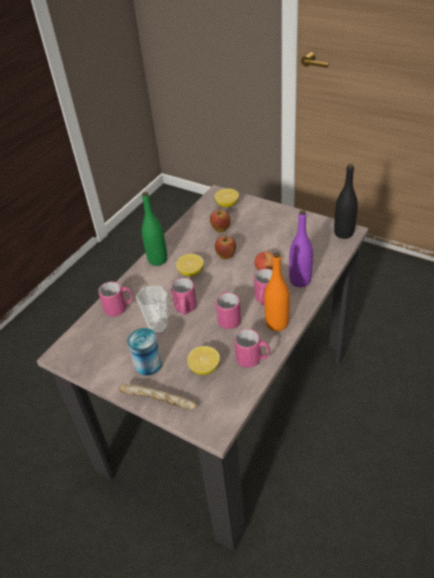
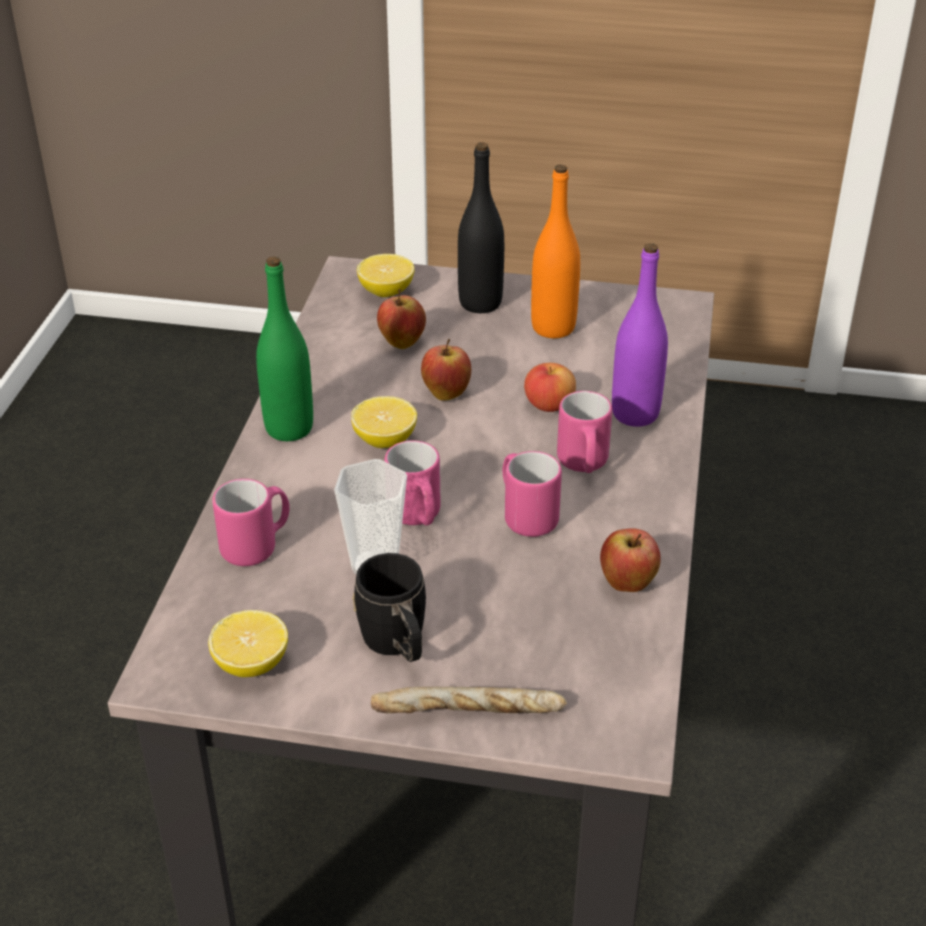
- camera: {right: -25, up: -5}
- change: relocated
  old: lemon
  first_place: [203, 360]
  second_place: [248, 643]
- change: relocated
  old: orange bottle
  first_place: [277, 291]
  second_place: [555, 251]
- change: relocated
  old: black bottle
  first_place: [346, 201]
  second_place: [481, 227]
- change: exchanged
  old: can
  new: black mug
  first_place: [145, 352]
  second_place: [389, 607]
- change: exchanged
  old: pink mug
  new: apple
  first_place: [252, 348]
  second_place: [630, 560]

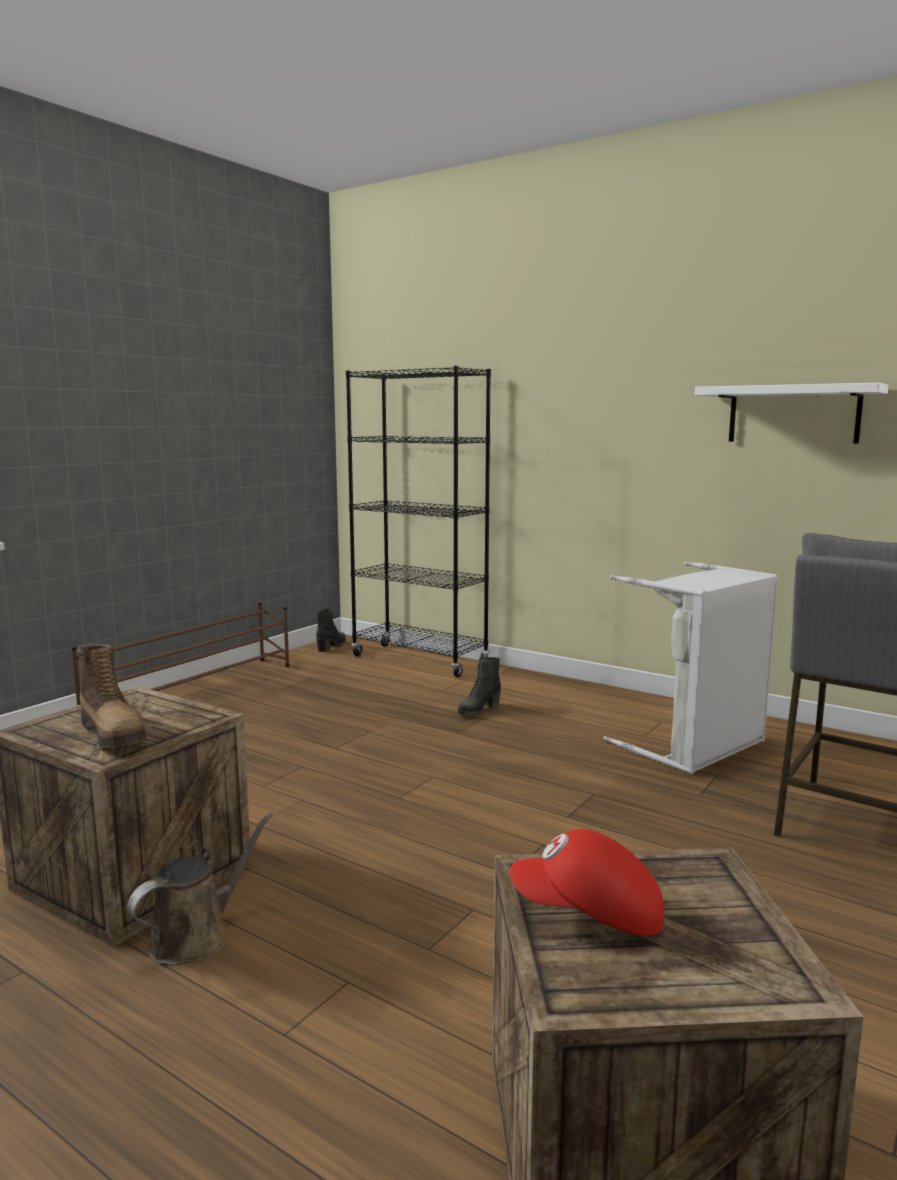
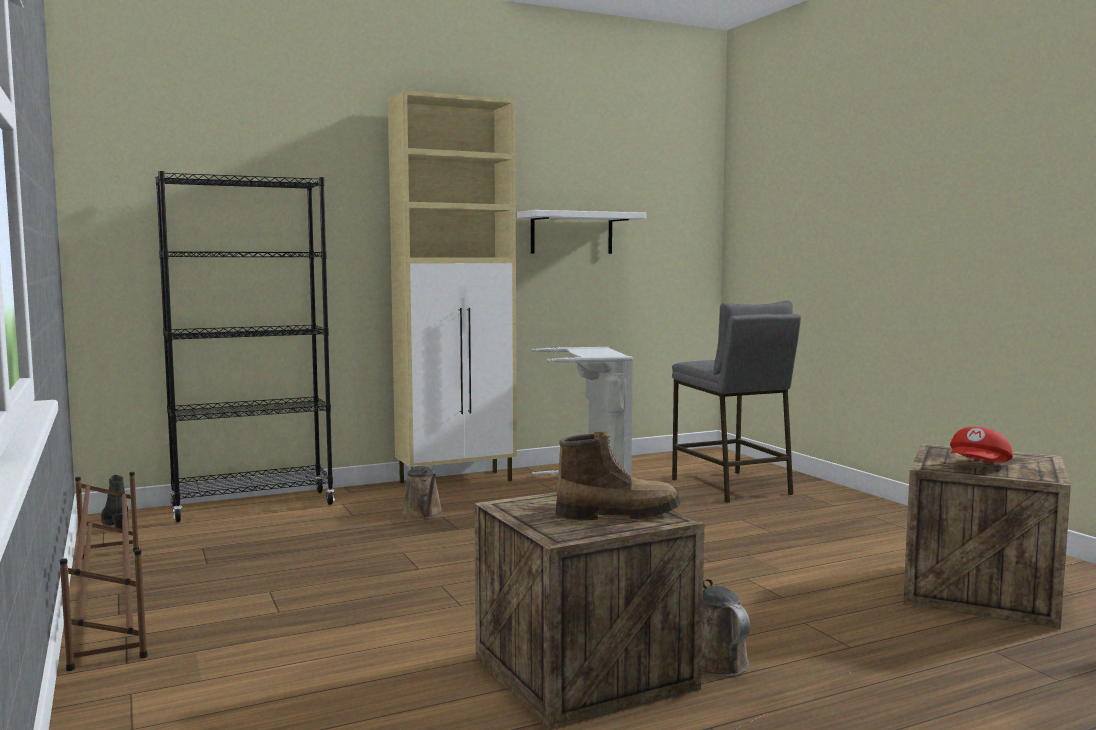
- camera: {right: -60, up: -5}
- change: appeared
  new: beige cabinet
  second_place: [452, 286]
- change: exchanged
  old: black boot
  new: brown watering can
  first_place: [479, 686]
  second_place: [422, 492]

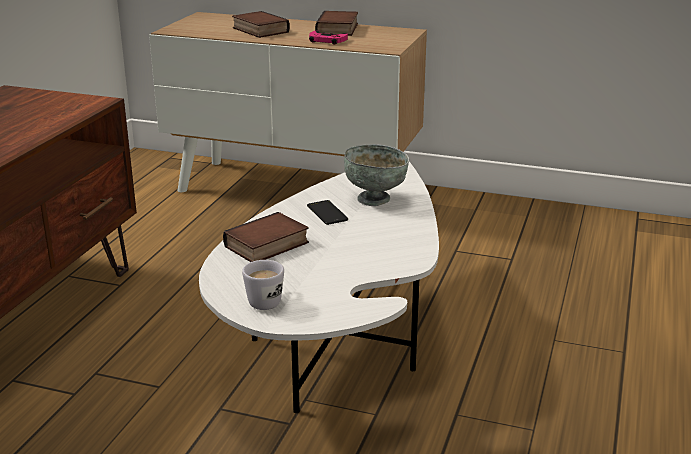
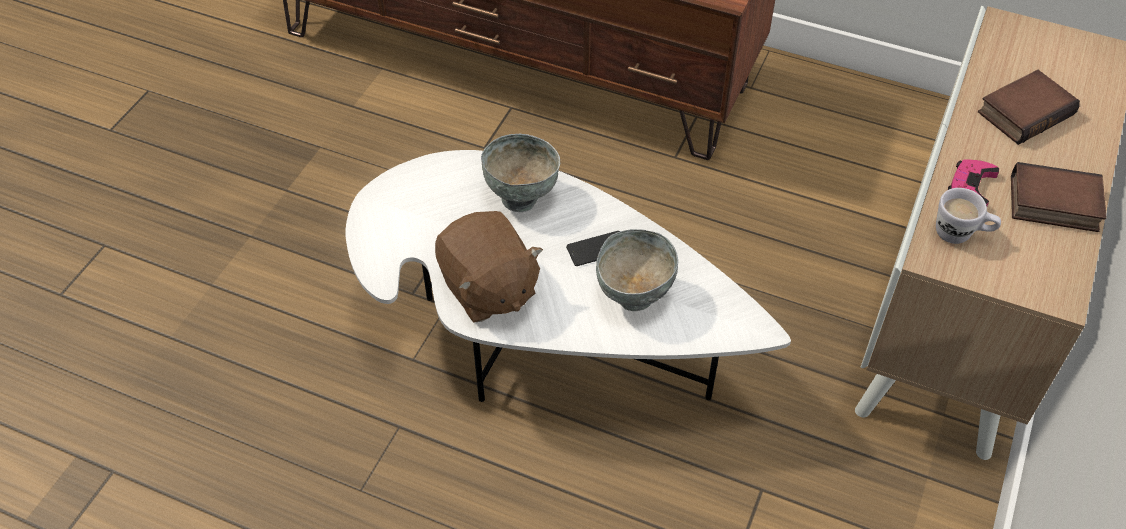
- camera: {right: 95, up: 25}
- change: appeared
  new: brown plush toy
  second_place: [489, 267]
- change: relocated
  old: white mug
  first_place: [263, 285]
  second_place: [968, 216]
- change: exchanged
  old: book
  new: grey bowl
  first_place: [266, 237]
  second_place: [520, 173]

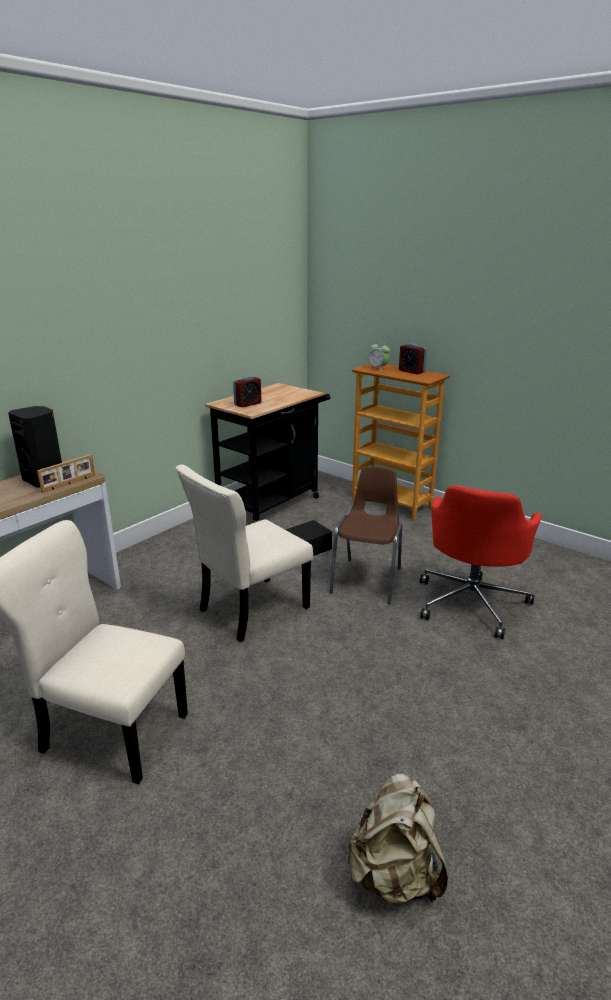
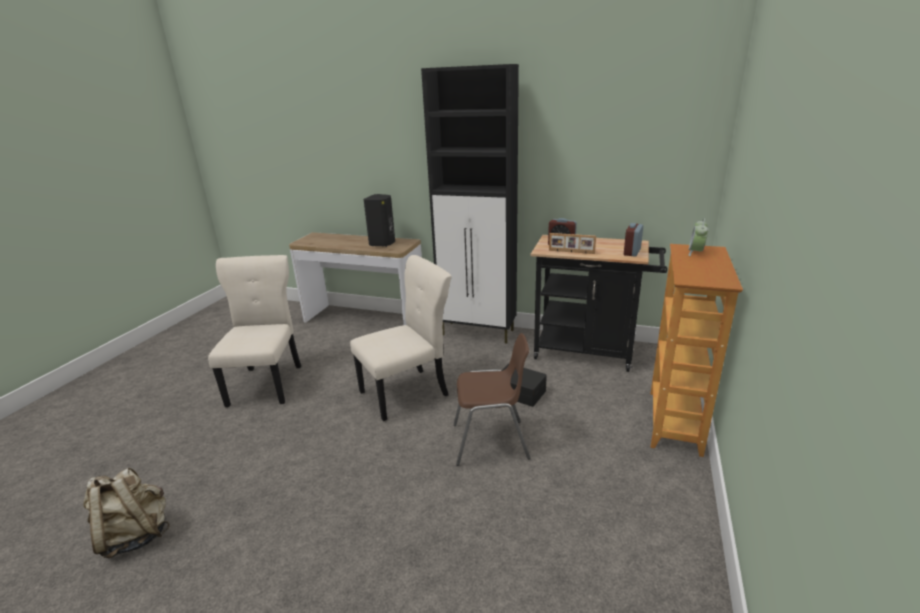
- camera: {right: 70, up: 0}
- change: missing
  old: red office chair
  first_place: [481, 562]
- change: appeared
  new: black cabinet
  second_place: [470, 203]
- change: relocated
  old: picture frame
  first_place: [66, 473]
  second_place: [572, 243]
- change: relocated
  old: alarm clock
  first_place: [413, 358]
  second_place: [633, 240]
- change: spun
  old: beige chair
  first_place: [244, 553]
  second_place: [400, 338]
  degrees: 120

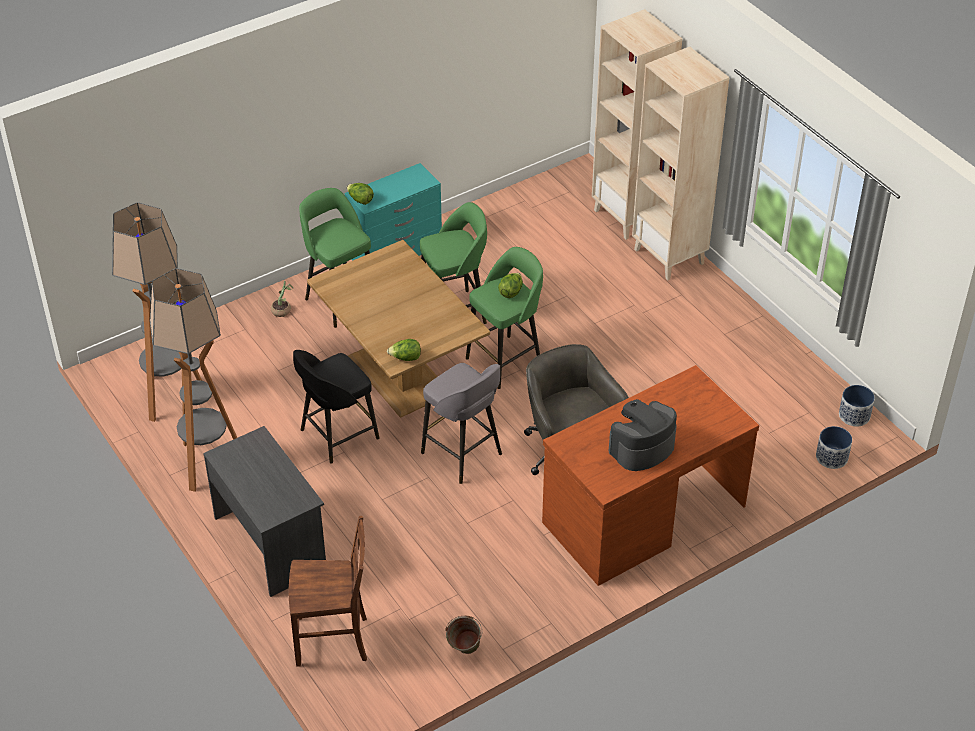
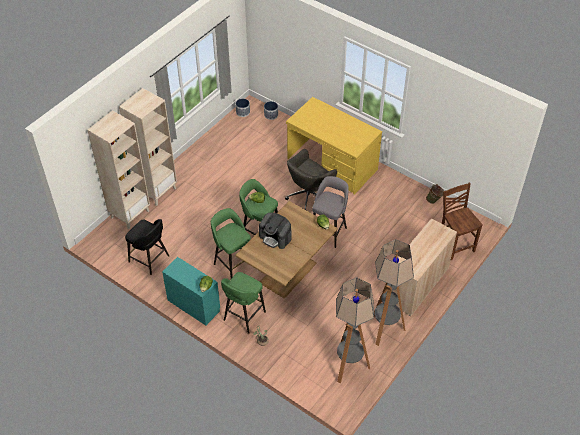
- camera: {right: -110, up: 5}
- change: relocated
  old: black stool
  first_place: [336, 407]
  second_place: [147, 247]
- change: relocated
  old: coffee machine
  first_place: [643, 435]
  second_place: [275, 231]
- change: exchanged
  old: grey desk
  new: beige cabinet
  first_place: [264, 511]
  second_place: [424, 267]
- change: colour
  old: brown desk
  new: yellow desk
  first_place: [650, 475]
  second_place: [334, 146]

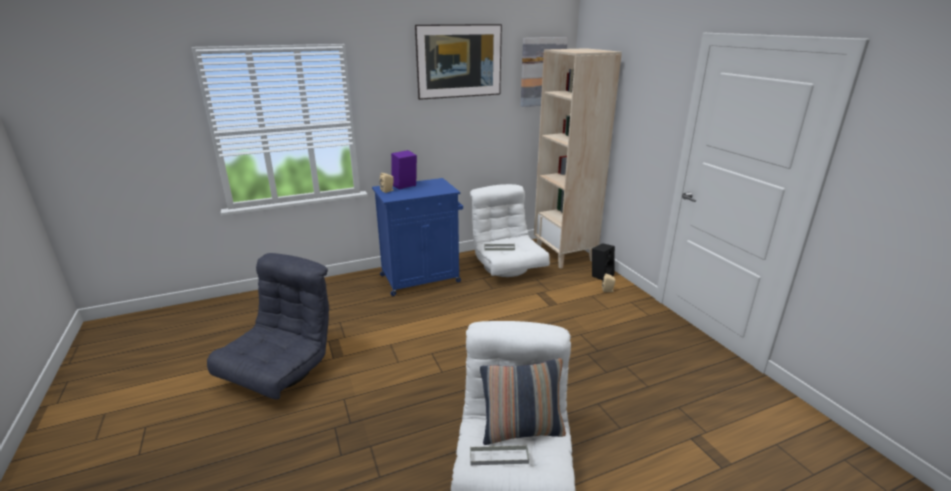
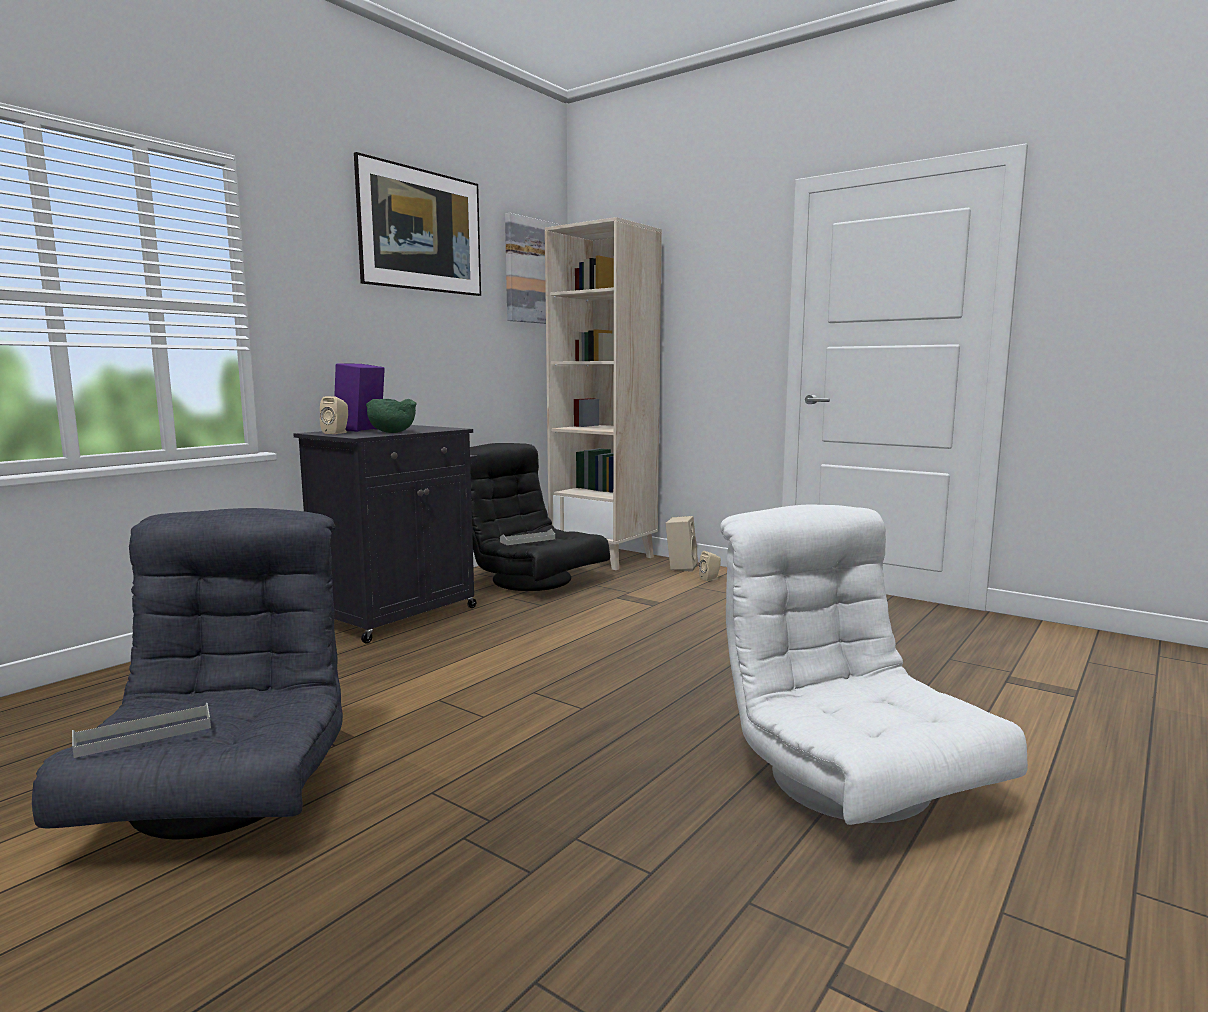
- camera: {right: -30, up: -15}
- change: missing
  old: pillow
  first_place: [523, 401]
- change: appeared
  new: green bowl
  second_place: [391, 416]
- change: relocated
  old: grey tray
  first_place: [499, 455]
  second_place: [141, 730]
- change: colour
  old: blue cabinet
  new: black cabinet
  first_place: [417, 237]
  second_place: [385, 534]
- change: colour
  old: white armchair
  new: black armchair
  first_place: [510, 230]
  second_place: [540, 517]
- change: colour
  old: black speaker
  new: beige speaker
  first_place: [603, 262]
  second_place: [681, 544]

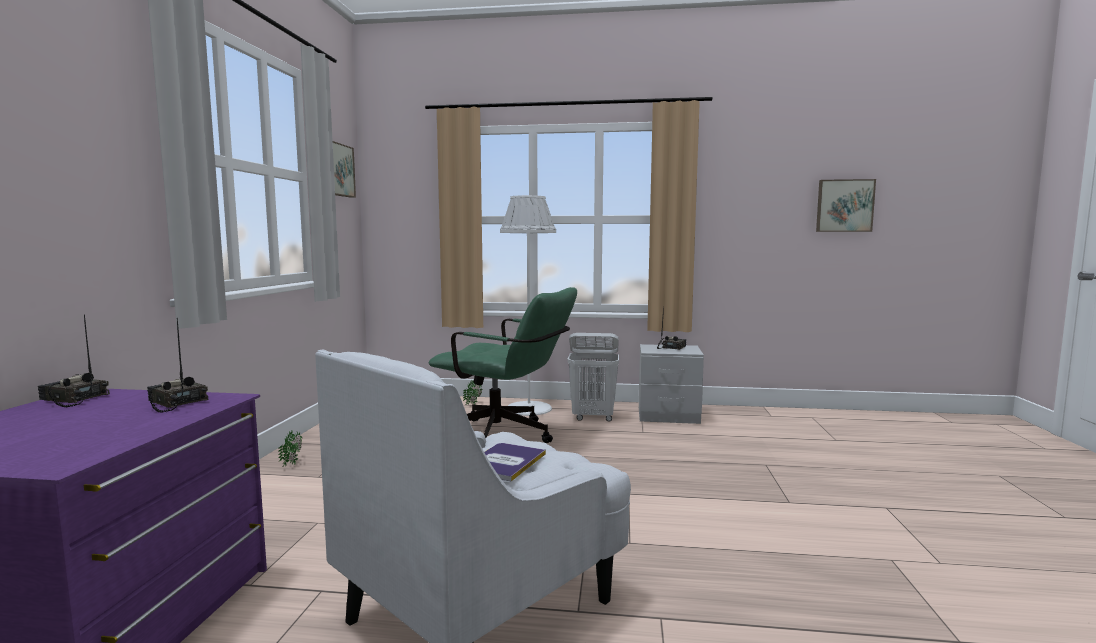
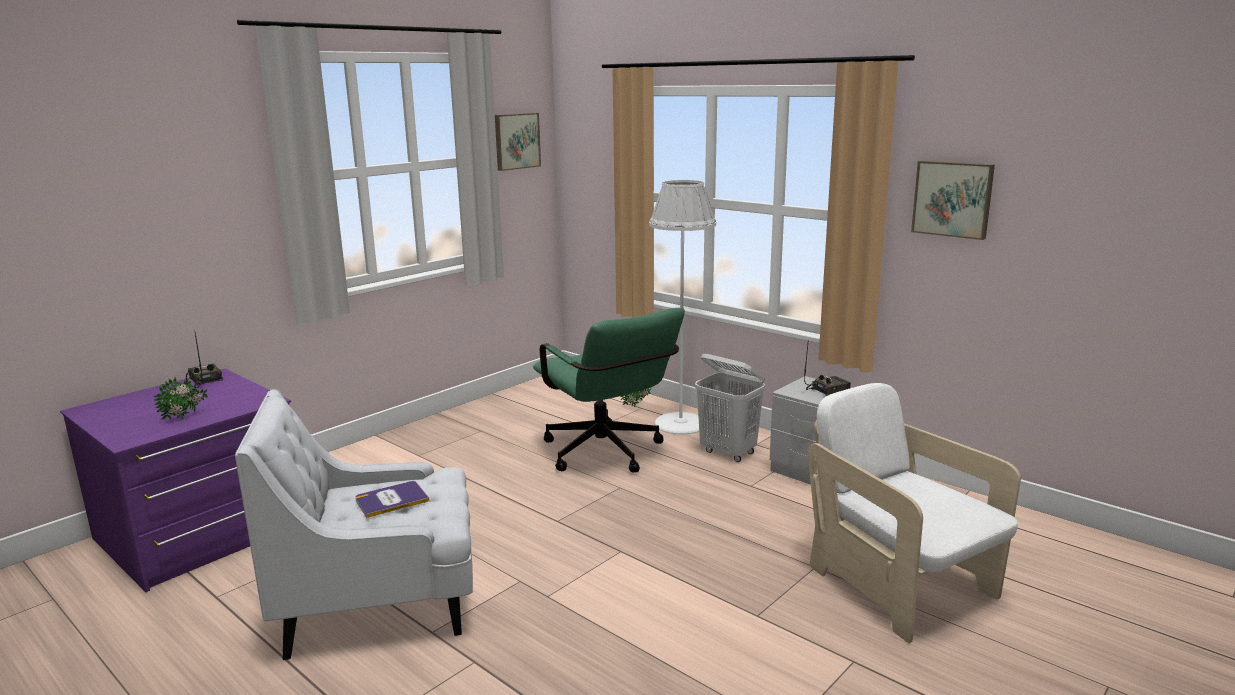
- camera: {right: 35, up: 10}
- change: missing
  old: radio
  first_place: [178, 365]
- change: appeared
  new: white armchair
  second_place: [914, 513]
- change: relocated
  old: potted plant
  first_place: [290, 449]
  second_place: [181, 398]
- change: relocated
  old: picture
  first_place: [846, 205]
  second_place: [953, 200]

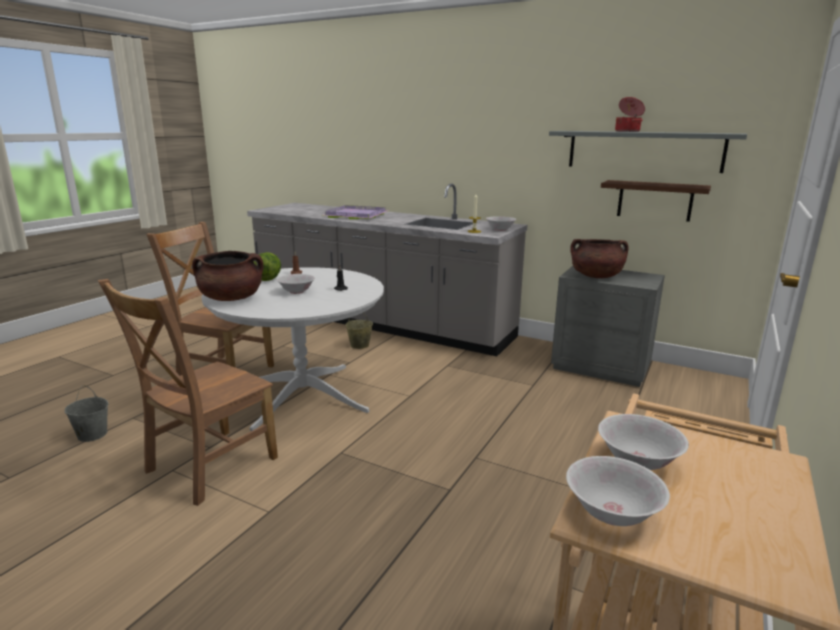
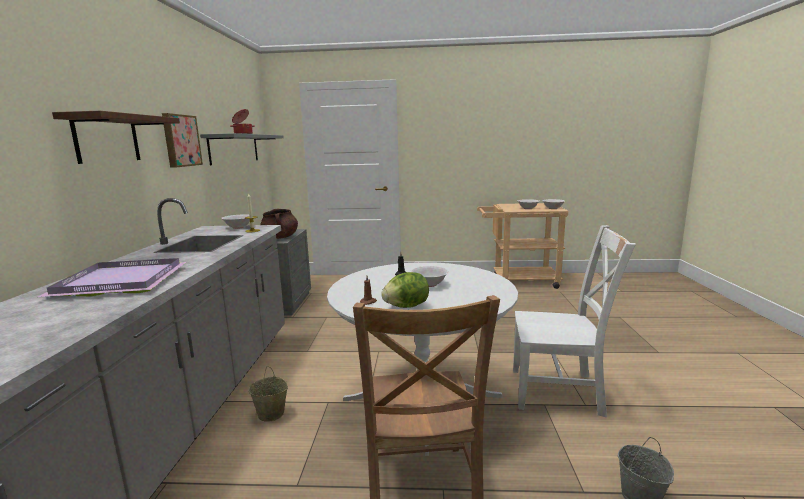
- camera: {right: -115, up: -5}
- change: missing
  old: brown cooking pot
  first_place: [228, 276]
- change: appeared
  new: picture
  second_place: [182, 140]
- change: relocated
  old: brown shelf
  first_place: [656, 201]
  second_place: [116, 137]
- change: colour
  old: brown chair
  new: white chair
  first_place: [188, 392]
  second_place: [574, 321]

